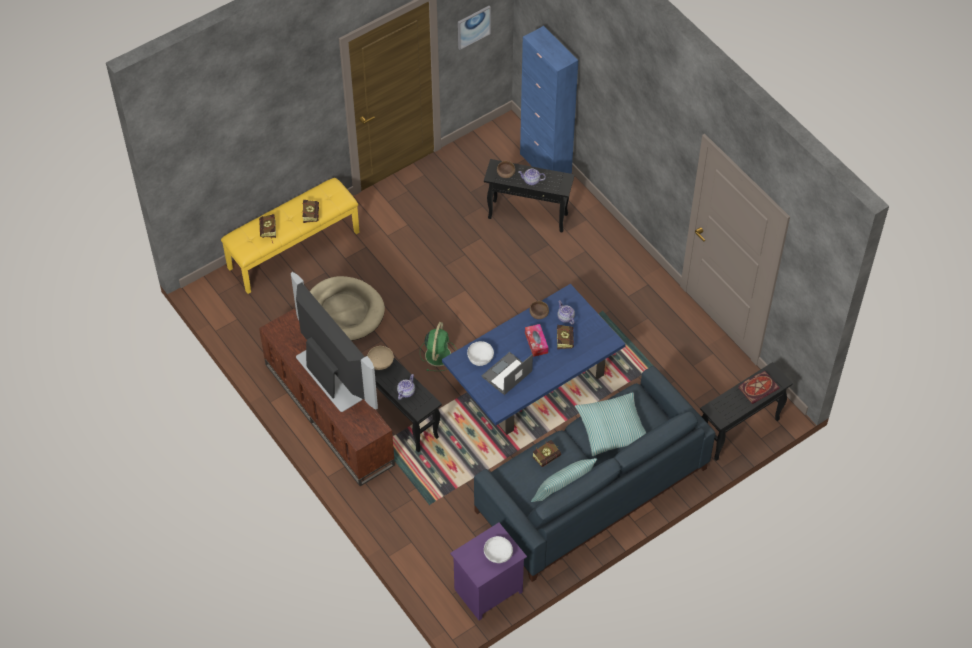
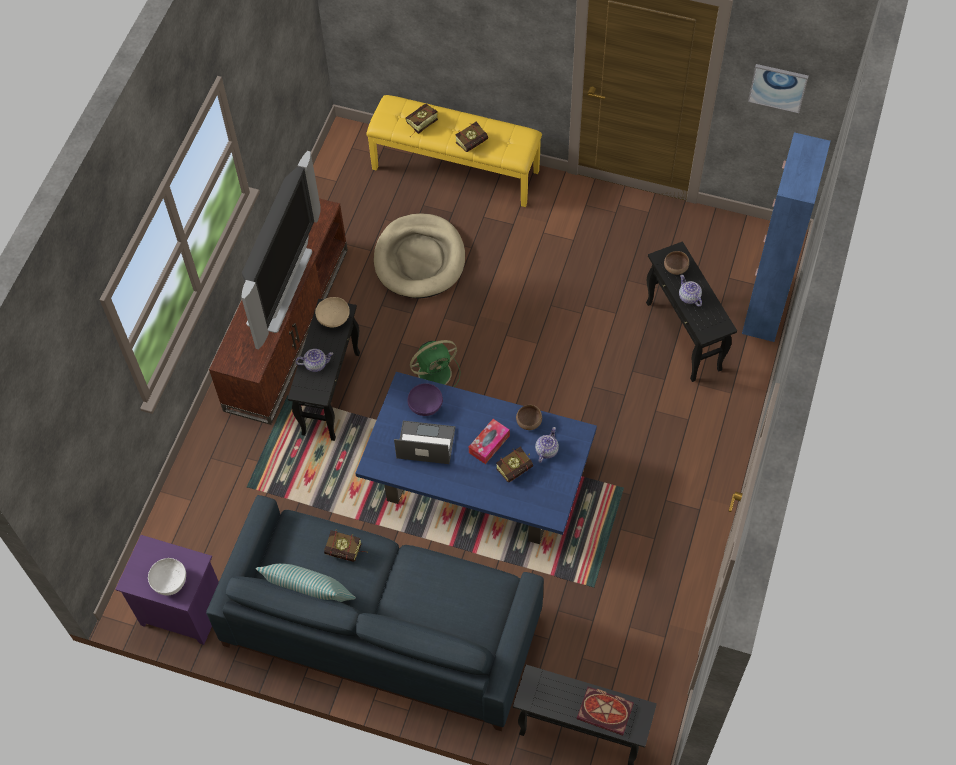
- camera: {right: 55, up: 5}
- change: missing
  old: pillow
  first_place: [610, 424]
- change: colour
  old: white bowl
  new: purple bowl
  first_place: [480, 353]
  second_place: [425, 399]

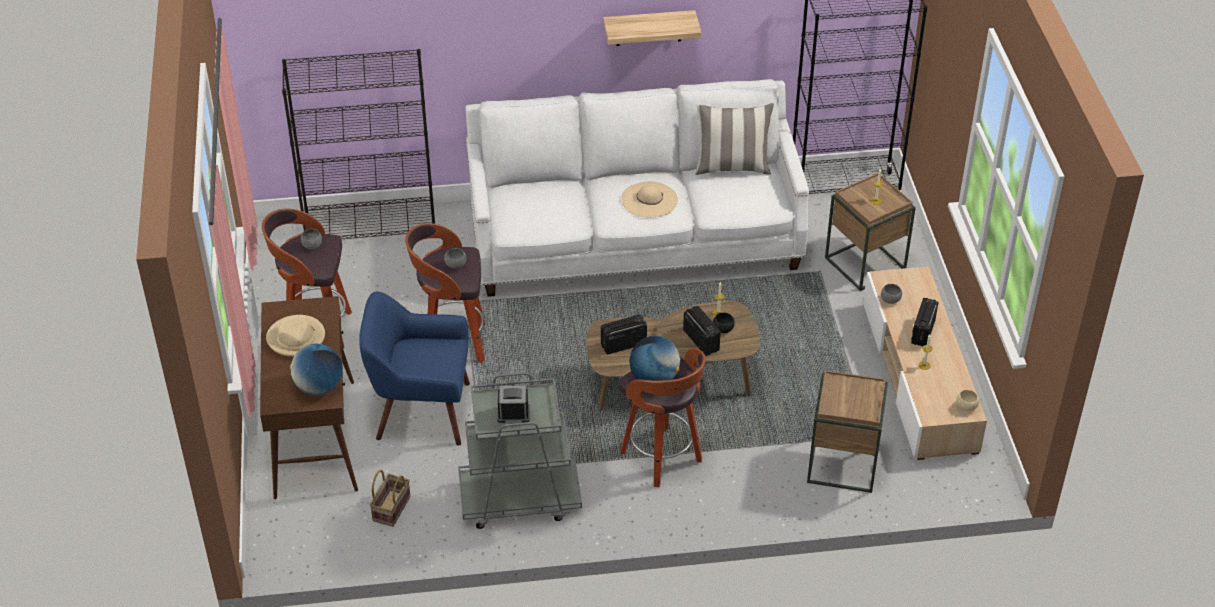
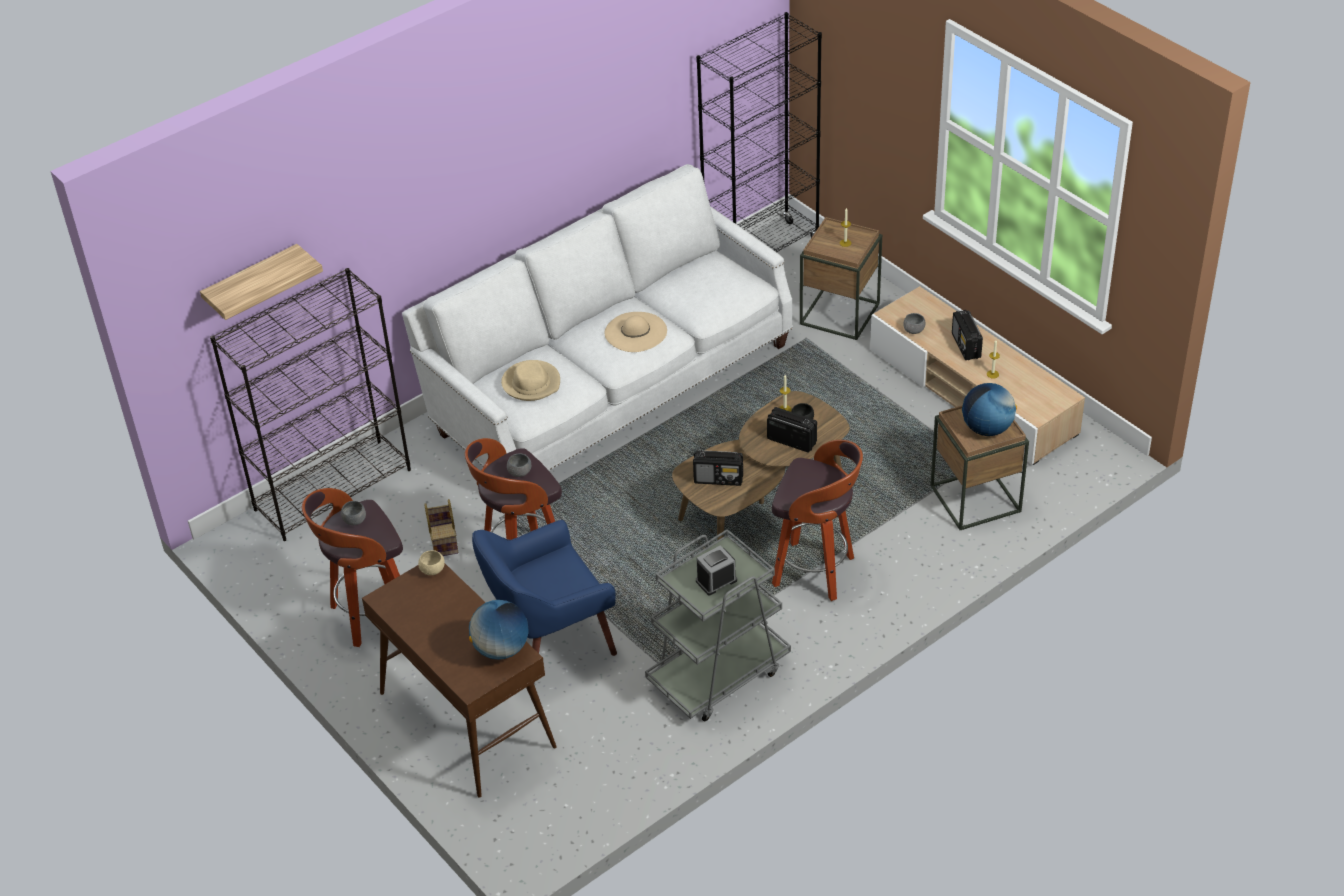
- camera: {right: -30, up: 0}
- change: missing
  old: pillow
  first_place: [734, 139]
- change: relocated
  old: beige hat
  first_place: [295, 336]
  second_place: [530, 380]
- change: relocated
  old: basket
  first_place: [390, 498]
  second_place: [441, 527]
- change: relocated
  old: shelf
  first_place: [652, 28]
  second_place: [261, 282]
- change: relocated
  old: globe
  first_place: [654, 358]
  second_place: [989, 409]
- change: relocated
  old: beige bowl
  first_place: [967, 400]
  second_place: [431, 562]
- change: spun
  old: radio
  first_place: [624, 334]
  second_place: [718, 468]
  degrees: -120

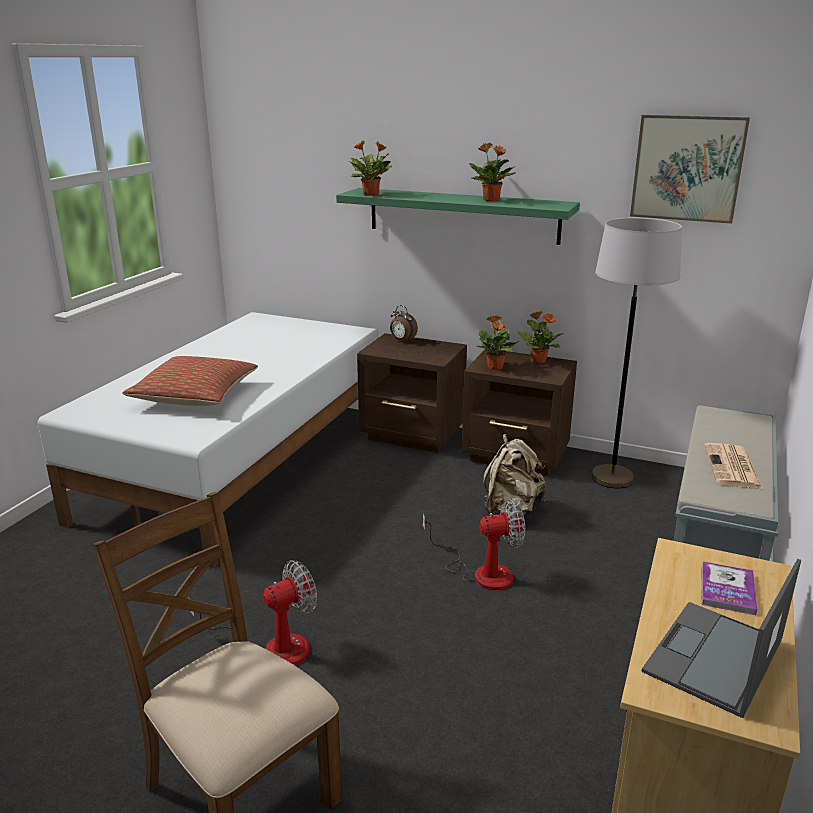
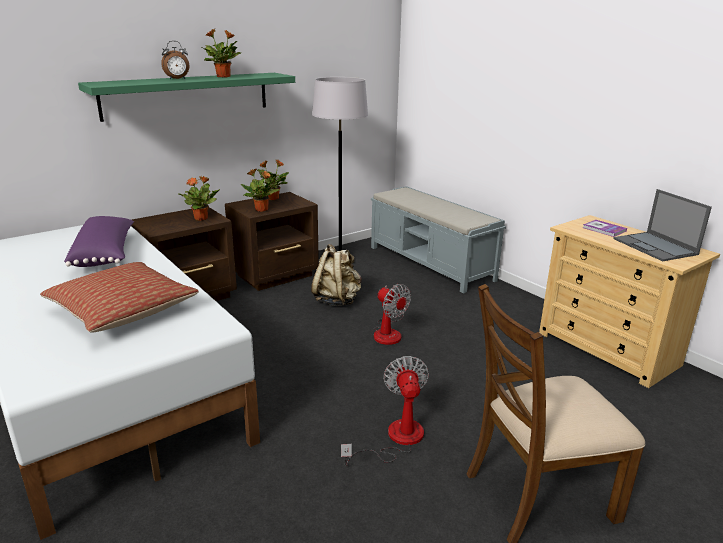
- camera: {right: -60, up: 0}
- change: missing
  old: picture
  first_place: [690, 169]
- change: missing
  old: newspaper
  first_place: [734, 466]
- change: appeared
  new: purple pillow
  second_place: [99, 241]
- change: relocated
  old: potted plant
  first_place: [371, 168]
  second_place: [199, 198]
- change: relocated
  old: alarm clock
  first_place: [404, 323]
  second_place: [175, 60]
- change: spun
  old: fan
  first_place: [473, 544]
  second_place: [392, 314]
  degrees: 120

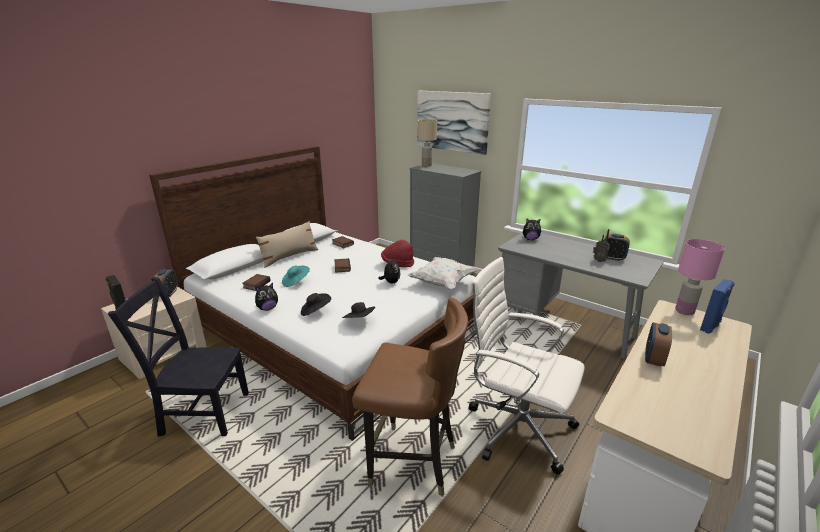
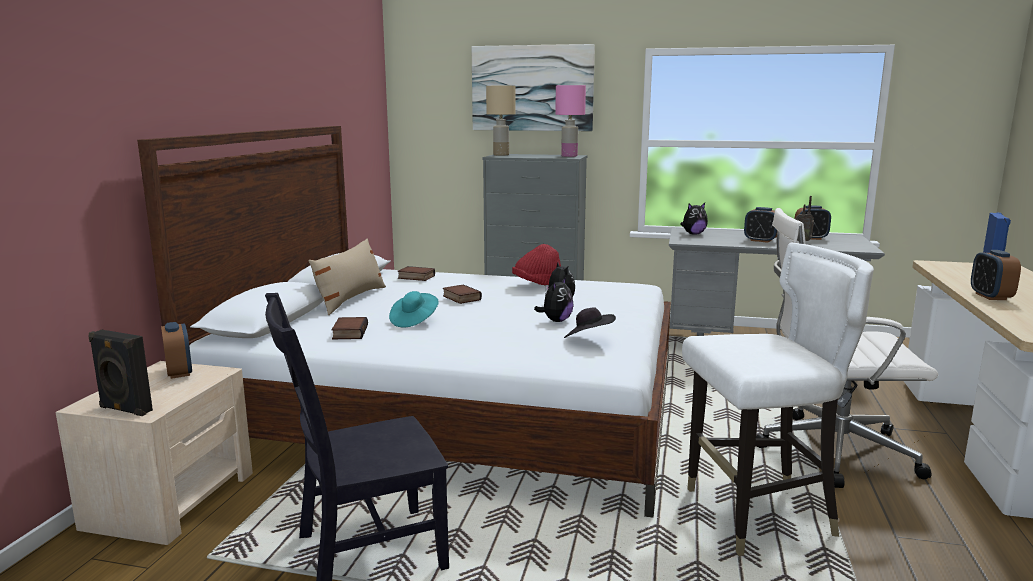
- camera: {right: -25, up: -10}
- change: missing
  old: black hat
  first_place: [316, 304]
- change: missing
  old: white pillow
  first_place: [443, 273]
- change: appeared
  new: alarm clock
  second_place: [760, 225]
- change: relocated
  old: plush toy
  first_place: [266, 297]
  second_place: [554, 299]
- change: relocated
  old: pink table lamp
  first_place: [700, 277]
  second_place: [570, 121]
- change: colour
  old: brown chair
  new: white chair
  first_place: [410, 397]
  second_place: [778, 399]

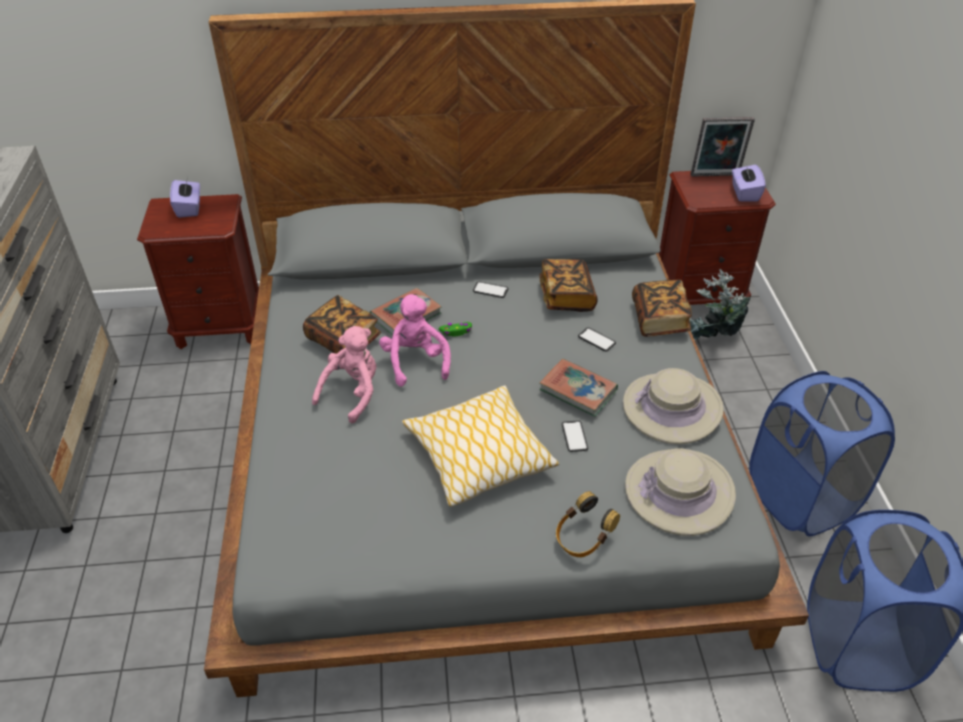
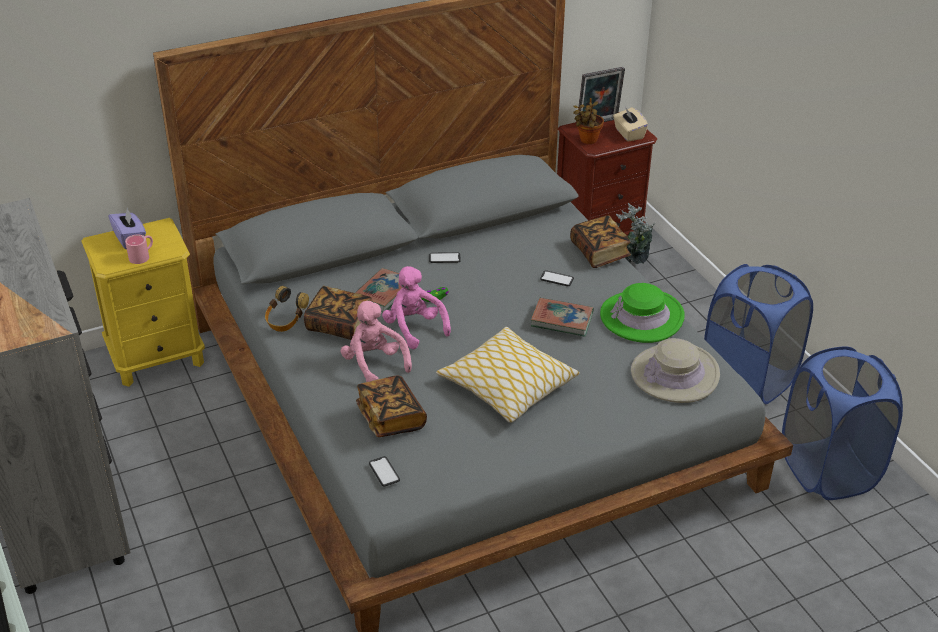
- camera: {right: -20, up: -5}
- change: appeared
  new: pink mug
  second_place: [139, 249]
- change: appeared
  new: potted plant
  second_place: [588, 121]
- change: relocated
  old: book
  first_place: [568, 285]
  second_place: [391, 406]
- change: relocated
  old: headphones
  first_place: [588, 524]
  second_place: [287, 309]
- change: relocated
  old: phone
  first_place: [575, 436]
  second_place: [384, 471]
- change: colour
  old: brown nightstand
  new: yellow nightstand
  first_place: [198, 271]
  second_place: [143, 302]
- change: colour
  old: beige hat
  new: green hat
  first_place: [673, 406]
  second_place: [642, 313]
- change: colour
  old: purple tissue box
  new: beige tissue box
  first_place: [749, 183]
  second_place: [630, 124]
- change: spun
  old: pink plush toy
  first_place: [344, 374]
  second_place: [376, 341]
  degrees: -45

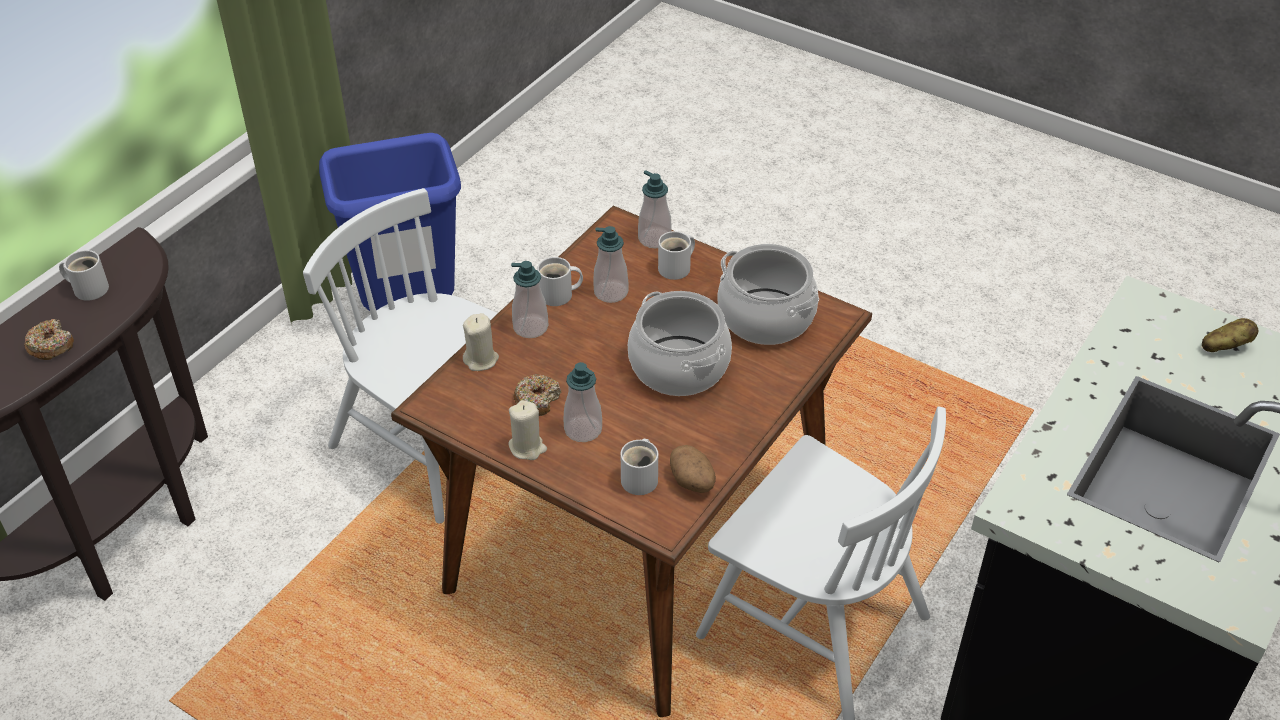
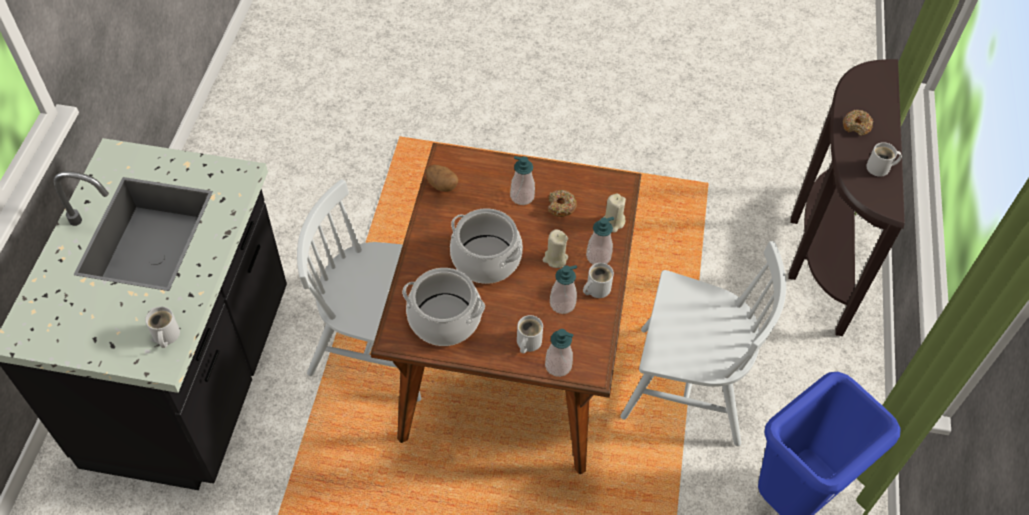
- camera: {right: 155, up: 10}
- change: missing
  old: potato
  first_place: [1230, 335]
- change: relocated
  old: beige candle
  first_place: [527, 430]
  second_place: [555, 248]
- change: relocated
  old: white mug
  first_place: [639, 466]
  second_place: [162, 327]

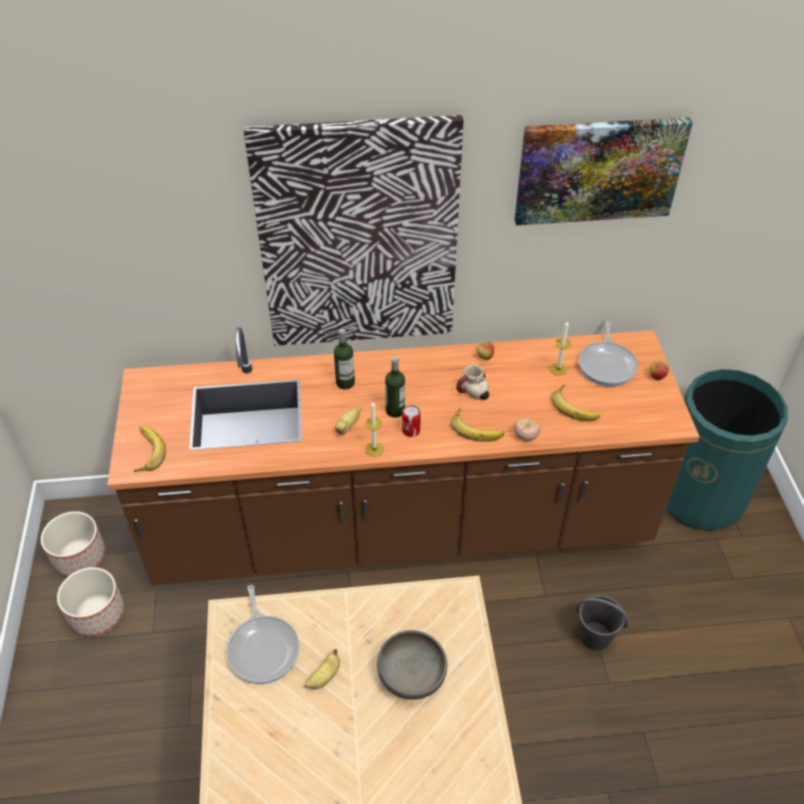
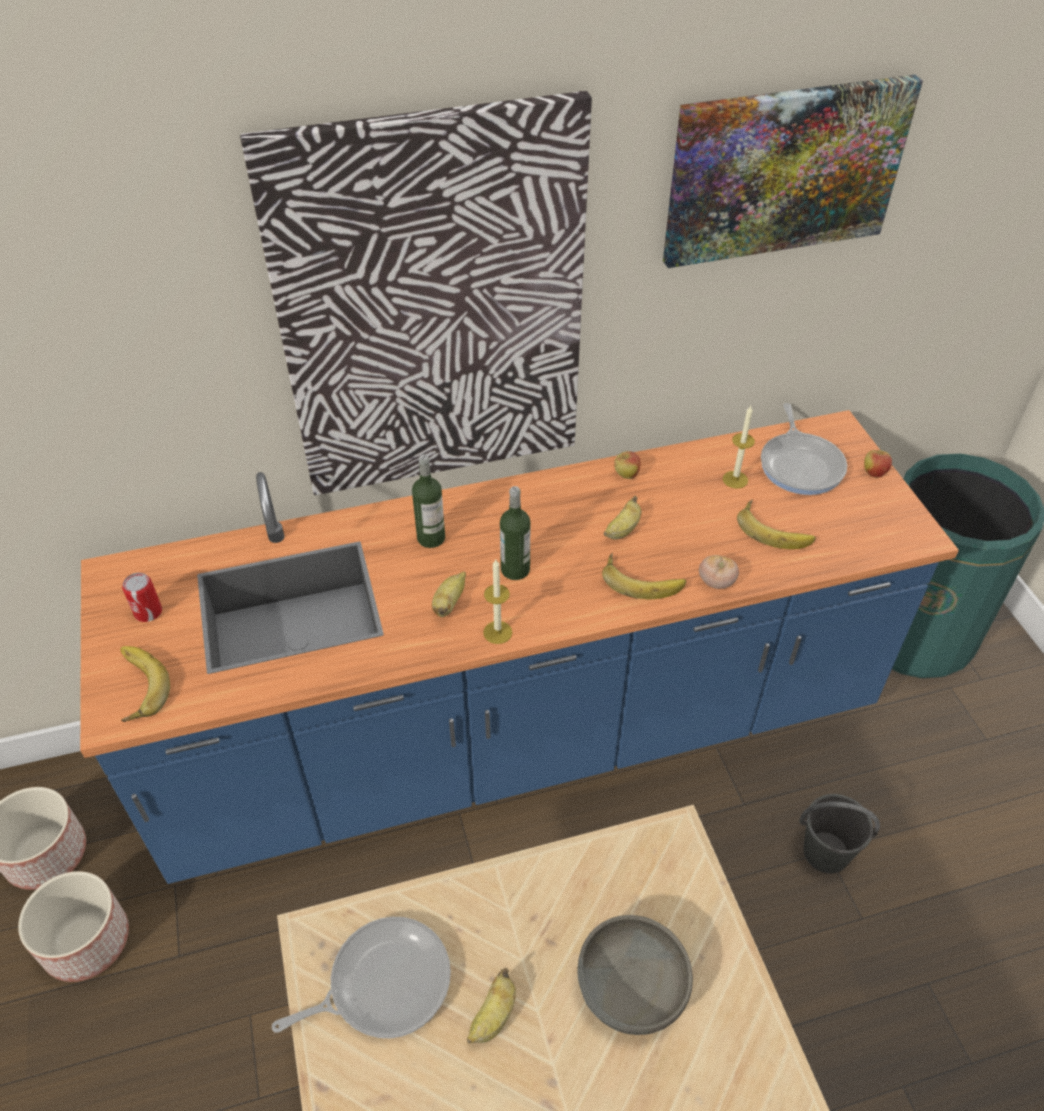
- camera: {right: -10, up: 0}
- change: relocated
  old: can
  first_place: [411, 421]
  second_place: [142, 597]
- change: exchanged
  old: mug
  new: banana
  first_place: [472, 382]
  second_place: [623, 518]
- change: colour
  old: brown counter
  new: blue counter
  first_place: [403, 456]
  second_place: [519, 647]
- change: spun
  old: frying pan
  first_place: [262, 634]
  second_place: [361, 977]
  degrees: -90

